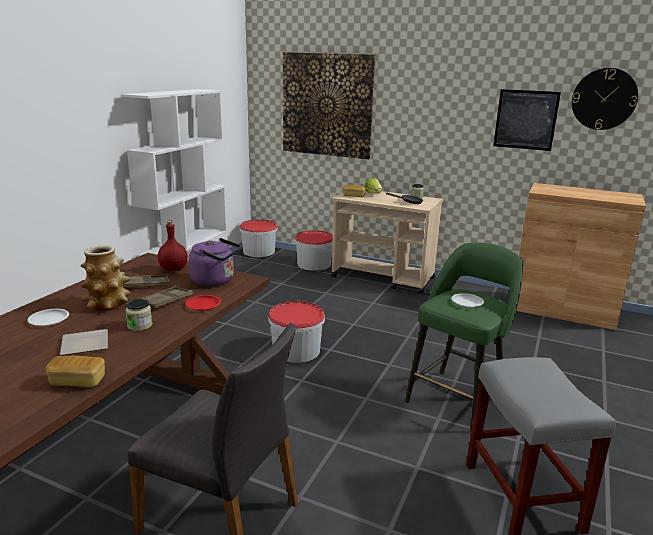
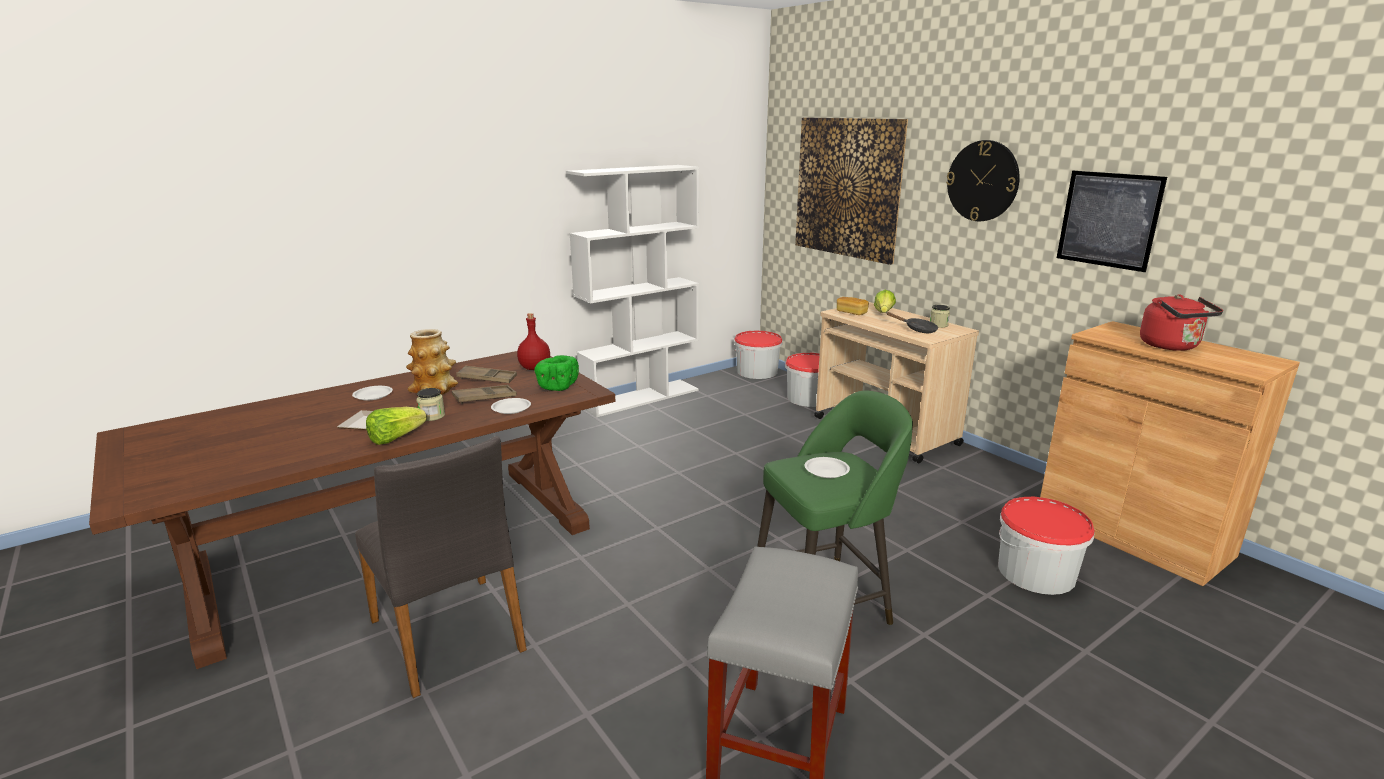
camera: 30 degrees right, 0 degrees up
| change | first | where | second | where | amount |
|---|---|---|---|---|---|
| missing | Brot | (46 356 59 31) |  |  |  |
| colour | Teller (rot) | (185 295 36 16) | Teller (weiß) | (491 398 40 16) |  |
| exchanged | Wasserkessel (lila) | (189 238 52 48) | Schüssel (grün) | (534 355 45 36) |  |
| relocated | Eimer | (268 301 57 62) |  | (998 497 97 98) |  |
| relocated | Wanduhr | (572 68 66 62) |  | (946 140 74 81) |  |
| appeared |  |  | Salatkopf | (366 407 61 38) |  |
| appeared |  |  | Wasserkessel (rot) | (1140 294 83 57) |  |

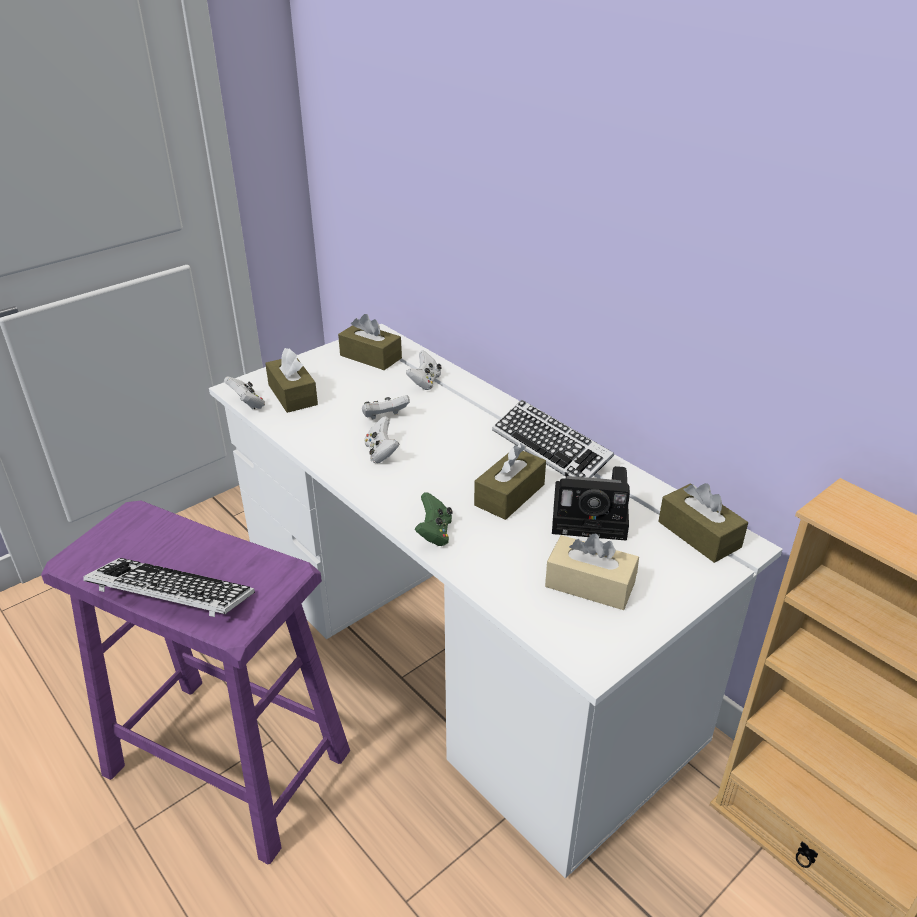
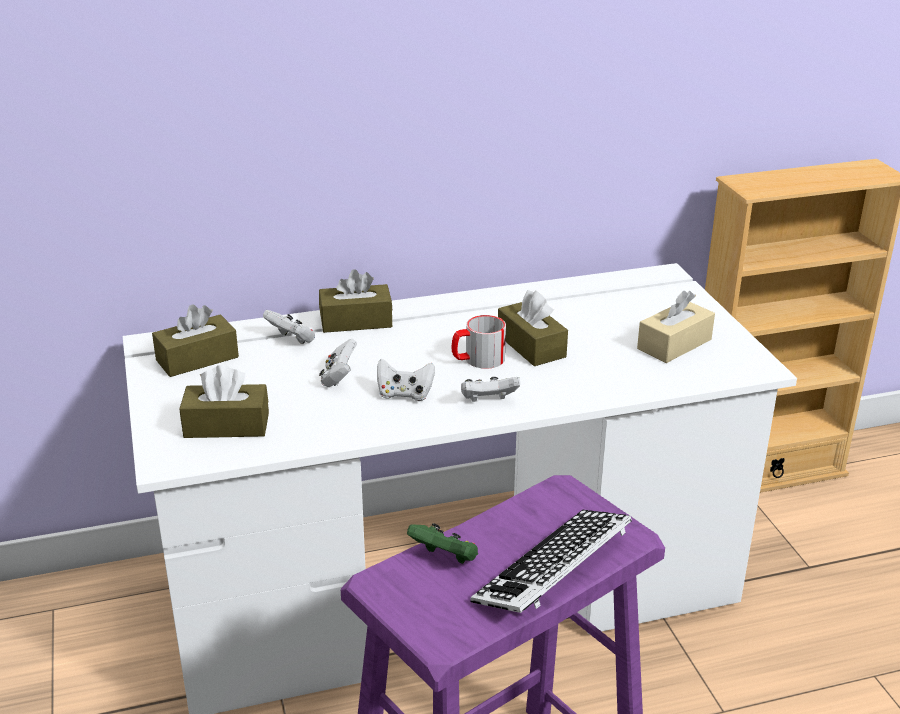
camera: 65 degrees left, 5 degrees down
| change | first | where | second | where | amount |
|---|---|---|---|---|---|
| relocated | Gamepad (weiß) | (224 376 41 33) |  | (461 377 59 25) |  |
| relocated | Gamepad (grün) | (415 492 38 54) |  | (407 523 71 41) |  |
| missing | Tastatur | (492 400 122 78) |  |  |  |
| missing | Kamera | (552 466 78 75) |  |  |  |
| relocated | Taschentuchbox (braun) | (658 483 90 80) |  | (319 269 74 64) |  |
| appeared |  |  | Henkelbecher | (452 315 54 54) |  |

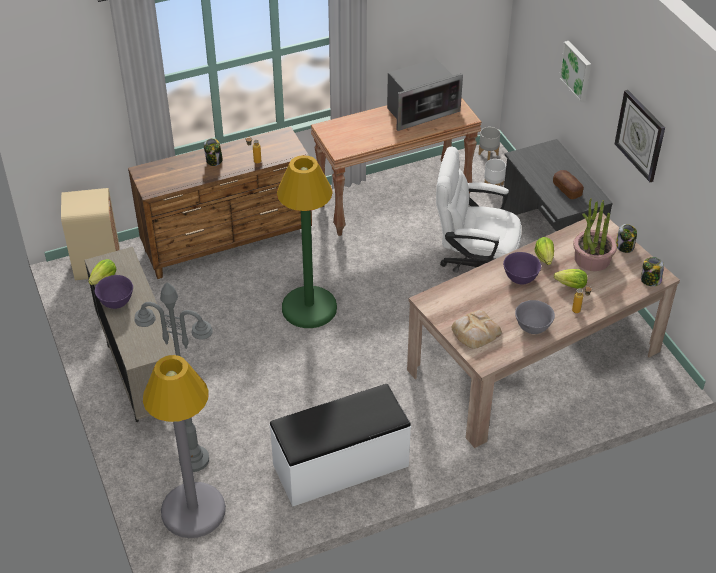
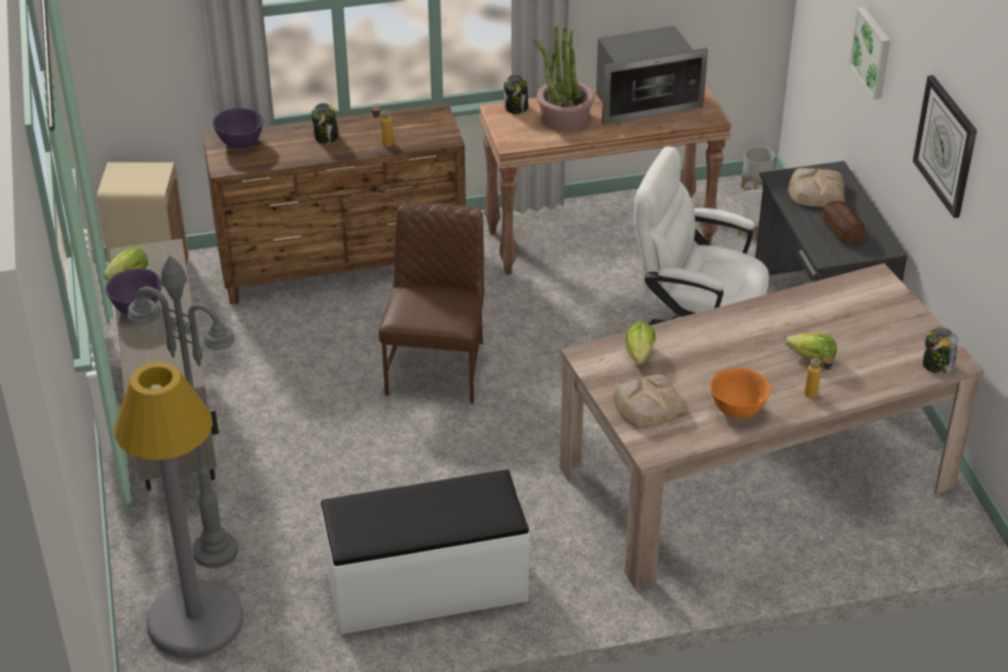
camera: 10 degrees right, 5 degrees down
| change | first | where | second | where | amount |
|---|---|---|---|---|---|
| exchanged | Stehlampe (grün) | (277 155 60 173) | Stuhl (braun) | (379 202 105 201) |  |
| relocated | Schüssel (lila) | (503 252 38 32) |  | (212 108 51 41) |  |
| colour | Schüssel (grau) | (515 300 40 34) | Schüssel (orange) | (710 368 61 51) |  |
| relocated | Salatkopf | (534 237 20 28) |  | (625 321 31 43) |  |
| relocated | Topfpflanze | (573 198 44 73) |  | (533 27 61 104) |  |
| relocated | Vorratsglas | (616 224 21 29) |  | (504 74 24 40) |  |
| appeared |  |  | Brot | (788 168 57 39) |  |

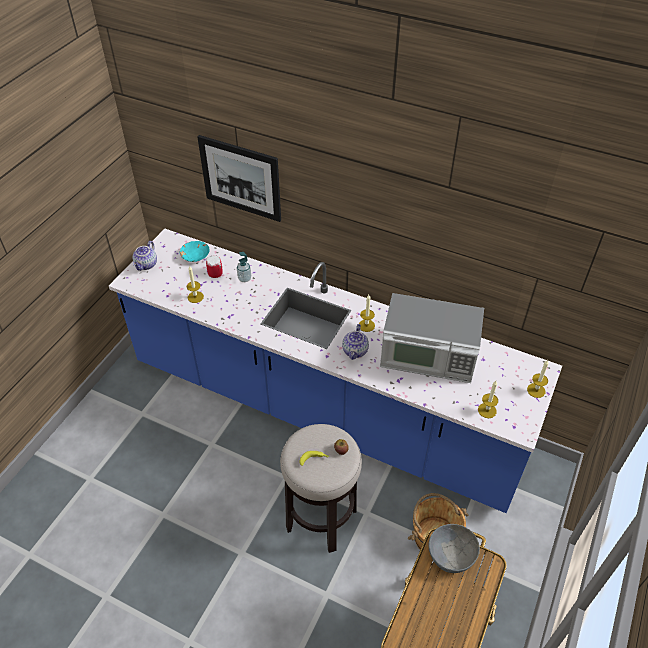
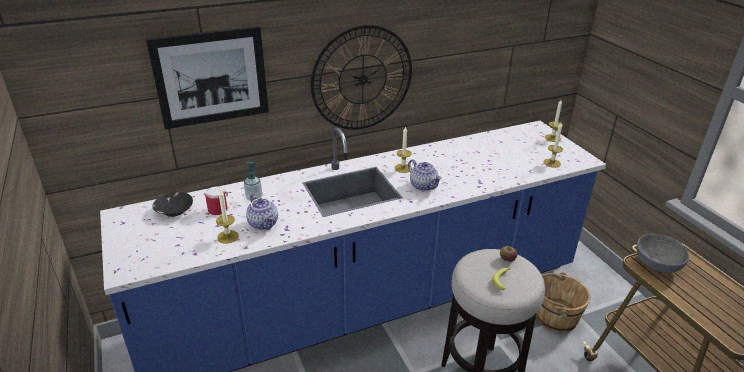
camera: 50 degrees left, 15 degrees down
| change | first | where | second | where | amount |
|---|---|---|---|---|---|
| relocated | Teekanne | (133 241 24 30) |  | (246 194 32 36) |  |
| colour | Schüssel (türkis) | (180 241 30 21) | Schüssel (schwarz) | (152 192 41 25) |  |
| missing | Mikrowelle | (380 293 104 90) |  |  |  |
| appeared |  |  | Wanduhr | (311 25 101 105) |  |

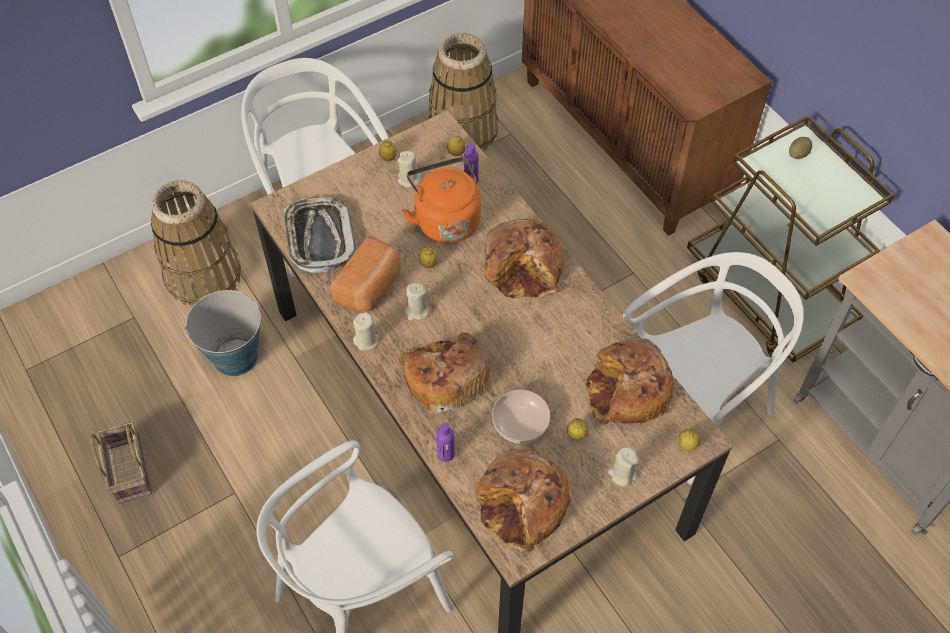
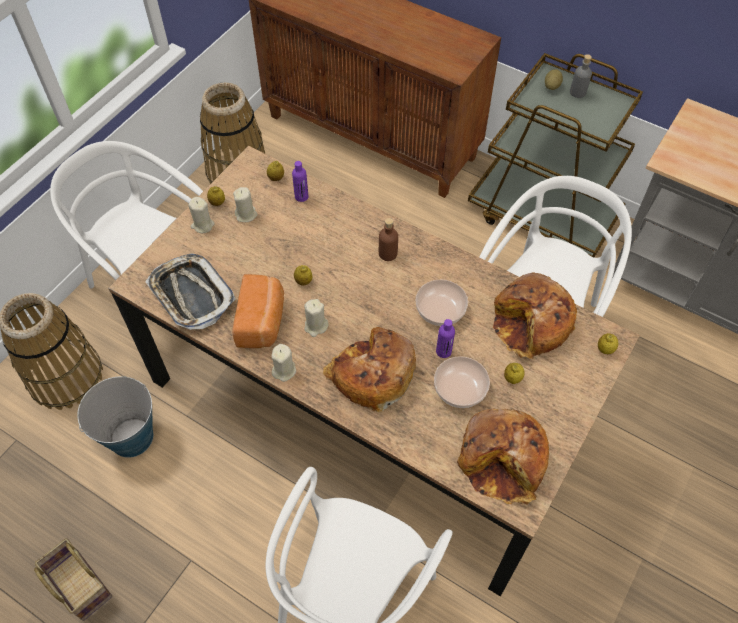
camera: 25 degrees left, 0 degrees up
| change | first | where | second | where | amount |
|---|---|---|---|---|---|
| missing | Wasserkessel (orange) | (402 157 79 86) |  |  |  |
| relocated | Flasche (lila) | (436 423 19 39) |  | (436 319 19 39) |  |
| exchanged | Brot | (484 219 79 81) | Flasche (braun) | (379 218 19 43) |  |
| relocated | Kerze (beige) | (608 447 31 40) |  | (189 197 26 36) |  |
| appeared |  |  | Schüssel | (416 280 52 46) |  |
| appeared |  |  | Flasche (grau) | (570 54 22 44) |  |

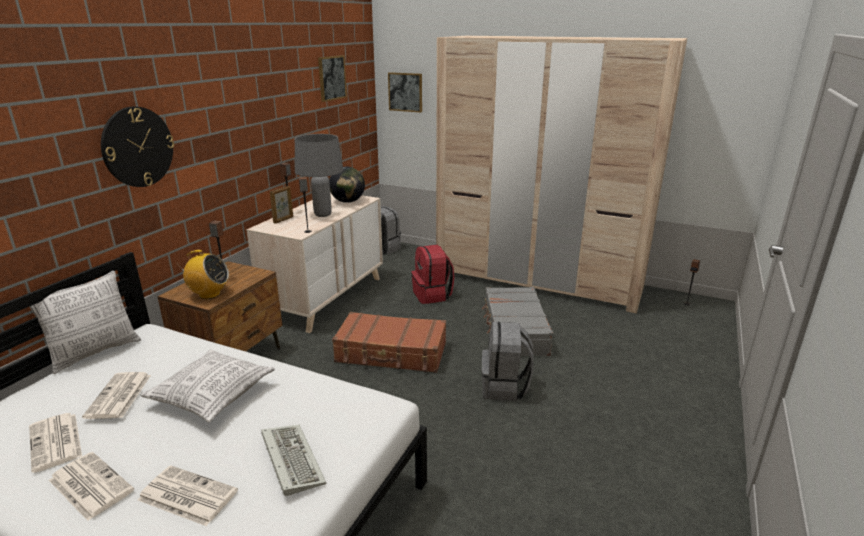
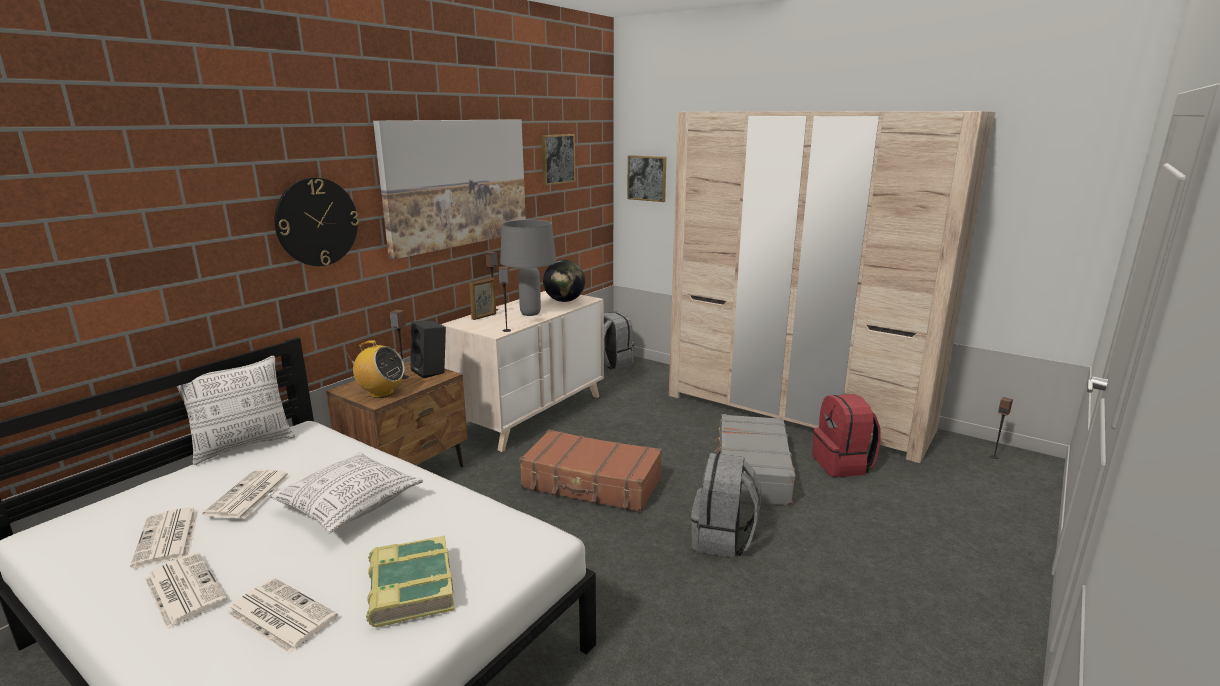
camera: 10 degrees right, 5 degrees down
| change | first | where | second | where | amount |
|---|---|---|---|---|---|
| exchanged | Tastatur | (261 425 65 71) | Buch | (366 536 88 92) |  |
| relocated | Rucksack (rot) | (411 245 43 59) |  | (812 394 68 83) |  |
| appeared |  |  | Bild | (373 119 153 140) |  |
| appeared |  |  | Lautsprecher (schwarz) | (410 320 36 58) |  |

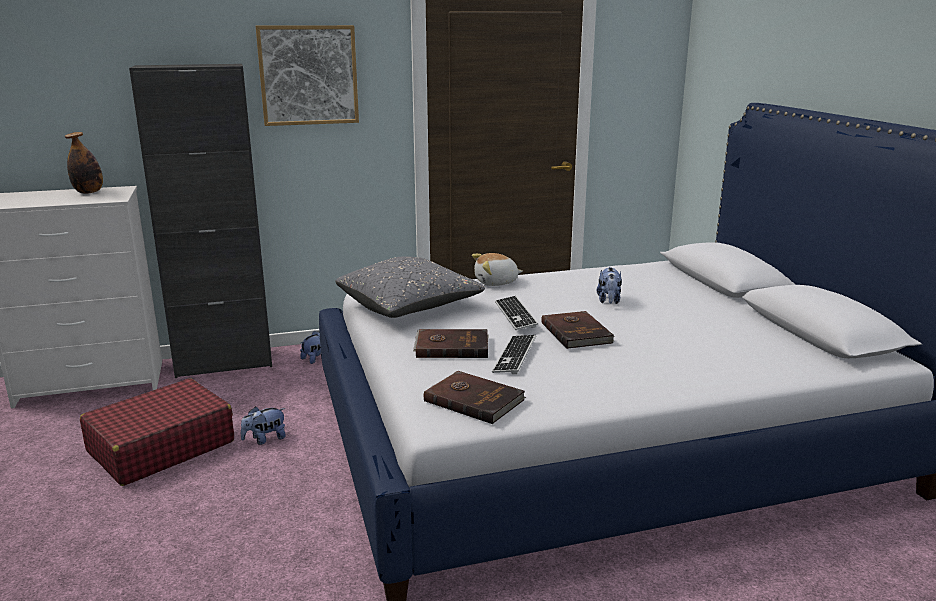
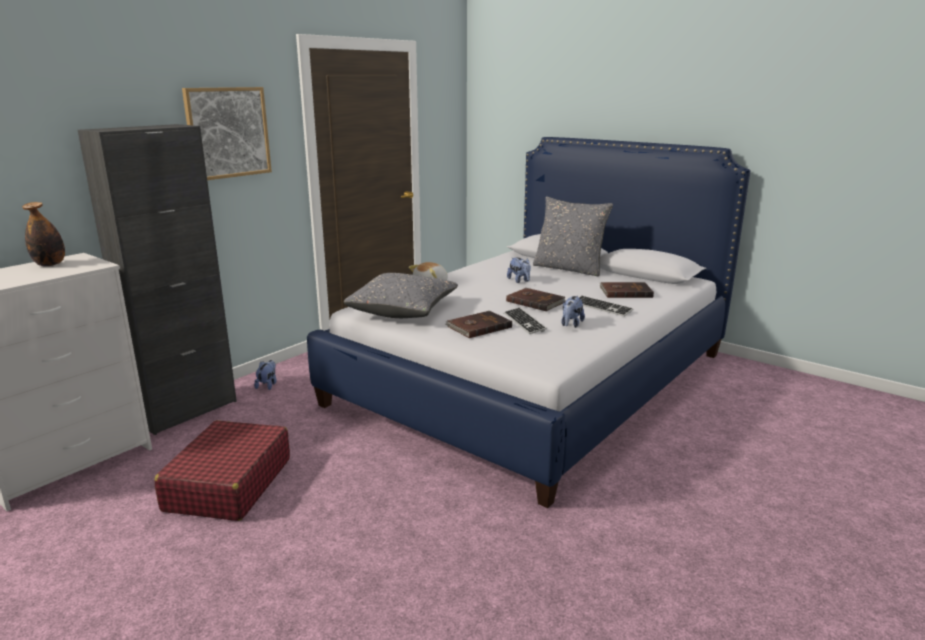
camera: 35 degrees left, 0 degrees up
| change | first | where | second | where | amount |
|---|---|---|---|---|---|
| relocated | Plüschtier | (241 407 45 38) |  | (561 296 24 32) |  |
| relocated | Buch (braun) | (424 371 102 53) |  | (600 282 54 16) |  |
| relocated | Tastatur | (495 296 43 34) |  | (579 296 54 21) |  |
| appeared |  |  | Kissen (grau) | (533 196 80 81) |  |

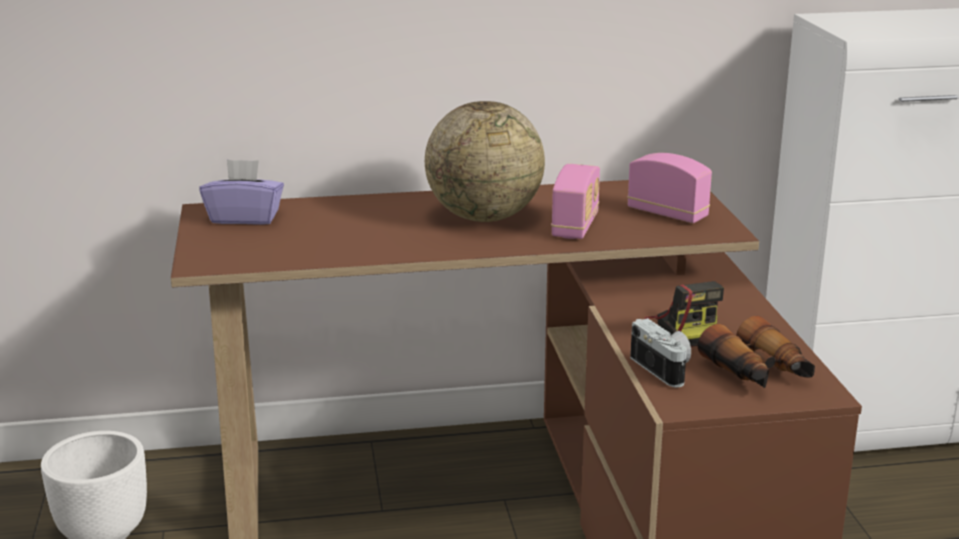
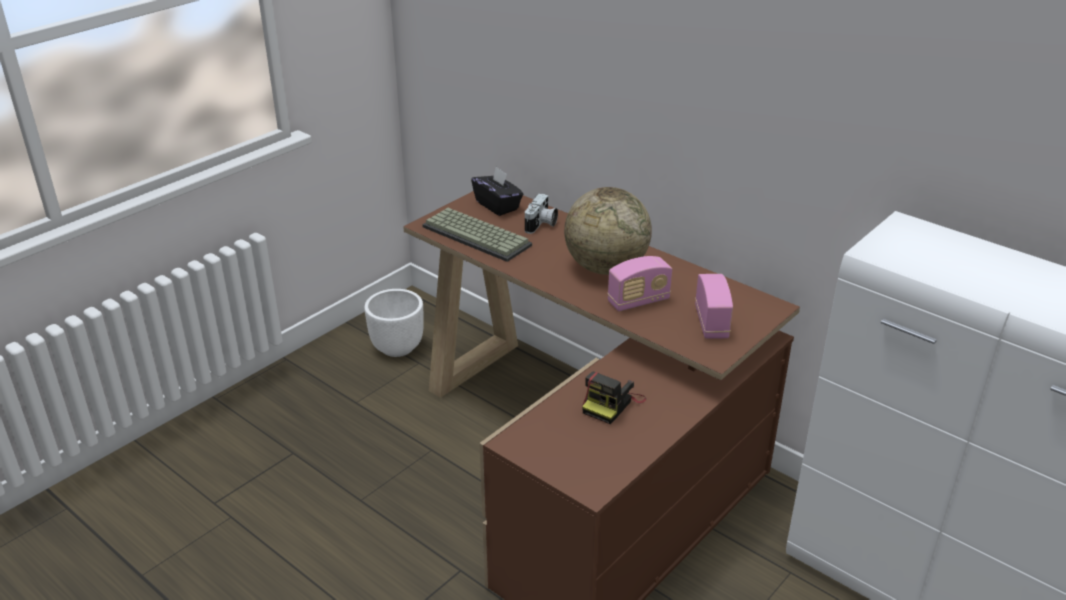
camera: 50 degrees right, 10 degrees up
| change | first | where | second | where | amount |
|---|---|---|---|---|---|
| colour | Taschentuchbox (lila) | (199 159 85 66) | Taschentuchbox (schwarz) | (471 167 52 49) |  |
| relocated | Kamera | (630 318 61 69) |  | (525 193 33 41) |  |
| missing | Fernglas | (698 316 117 72) |  |  |  |
| appeared |  |  | Tastatur | (422 208 110 54) |  |

